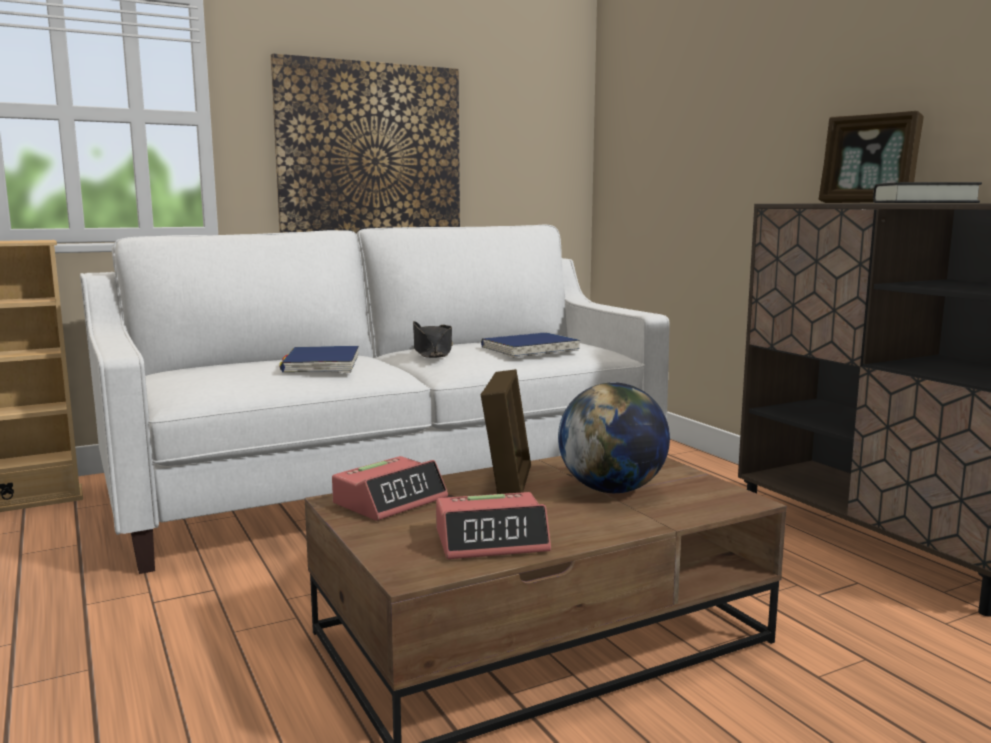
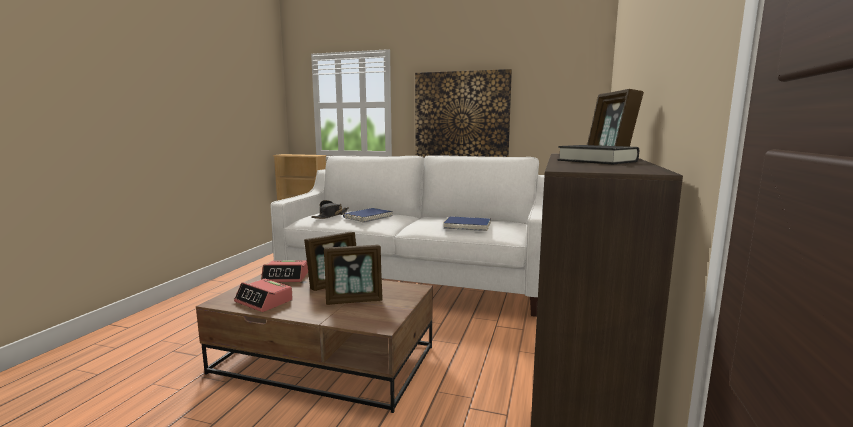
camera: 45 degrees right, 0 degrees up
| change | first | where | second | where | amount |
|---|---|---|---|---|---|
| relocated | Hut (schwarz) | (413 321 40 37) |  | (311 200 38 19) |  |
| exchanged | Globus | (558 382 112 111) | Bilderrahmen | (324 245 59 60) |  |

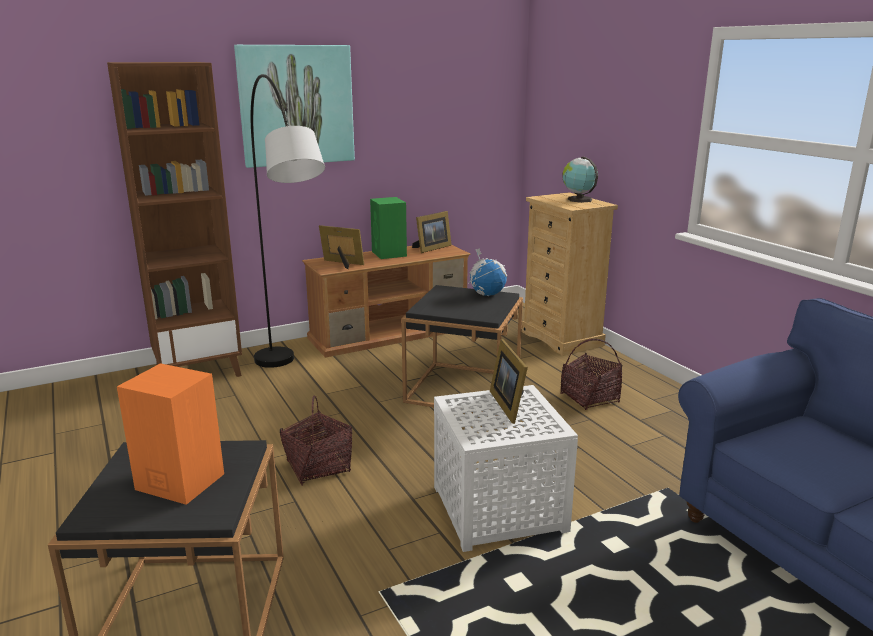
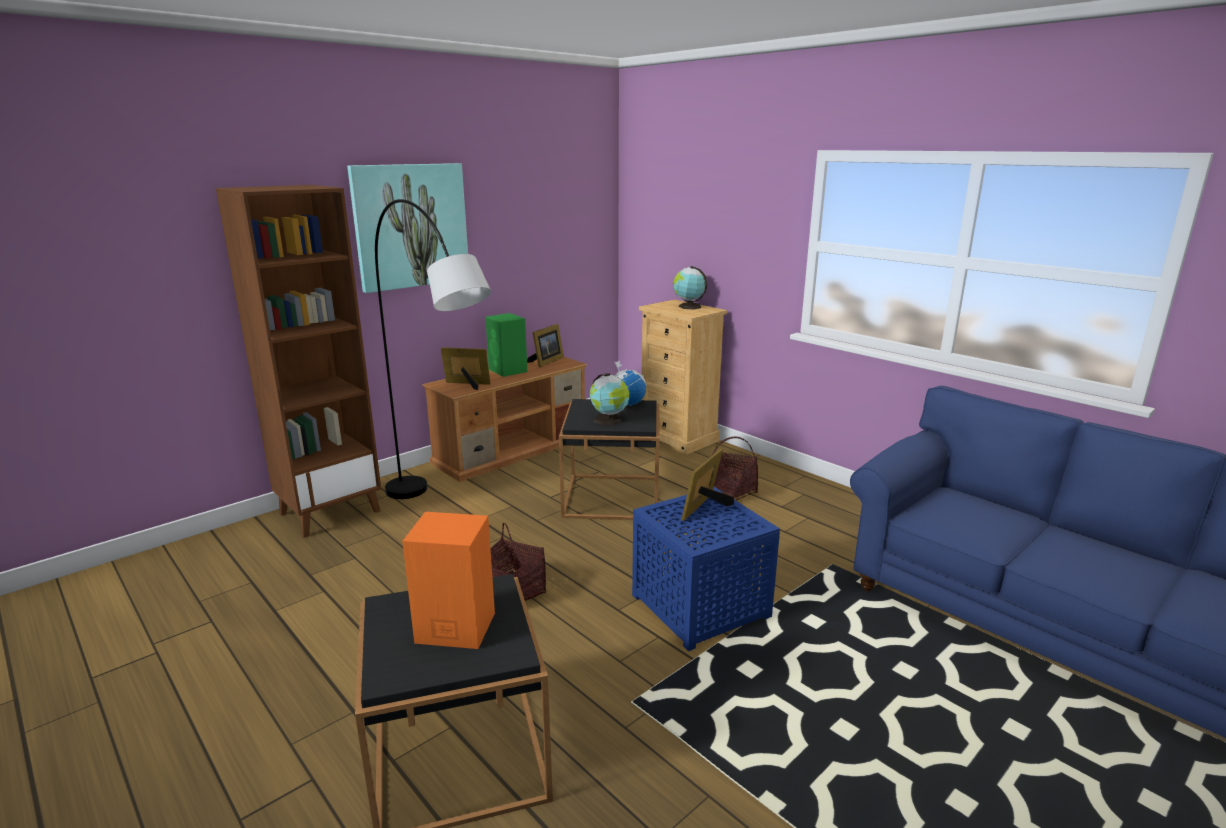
camera: 15 degrees left, 0 degrees up
| change | first | where | second | where | amount |
|---|---|---|---|---|---|
| colour | Beistelltisch (weiß) | (434 385 144 167) | Beistelltisch (blau) | (632 487 148 164) |  |
| spun | Bilderrahmen | (490 339 38 85) |  | (681 449 53 72) | 60 degrees clockwise |
| appeared |  |  | Globus | (590 373 39 52) |  |

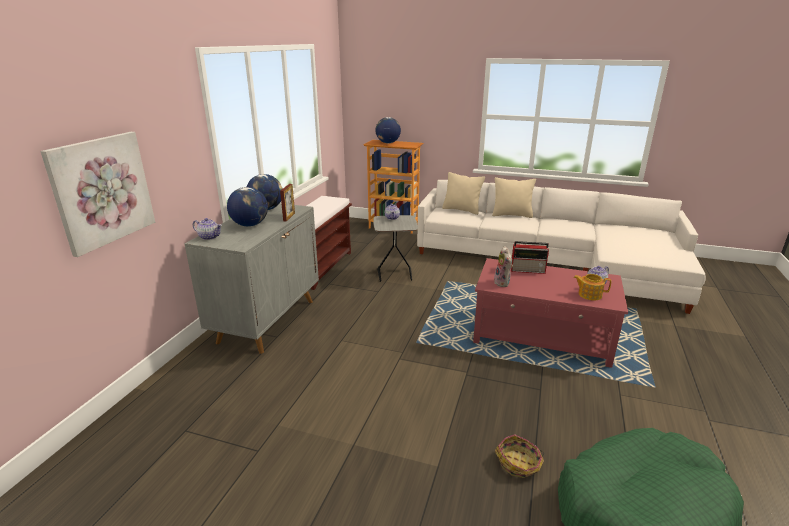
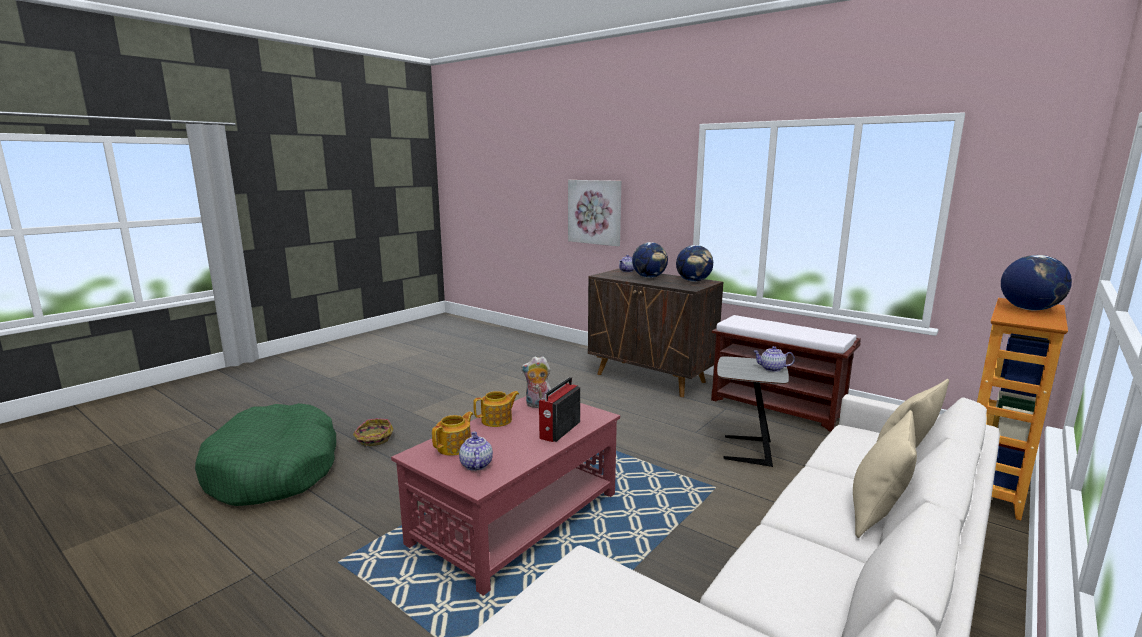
camera: 110 degrees right, 10 degrees down
| change | first | where | second | where | amount |
|---|---|---|---|---|---|
| colour | Schrank (grau) | (185 203 134 151) | Schrank (braun) | (588 268 135 129) |  |
| missing | Bilderrahmen | (280 184 15 38) |  |  |  |
| appeared |  |  | Teekanne | (473 391 46 36) |  |

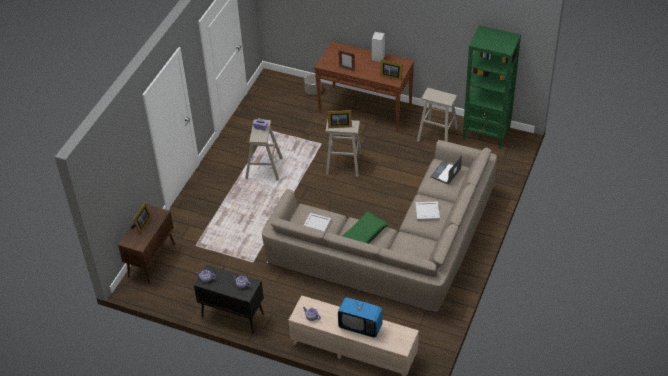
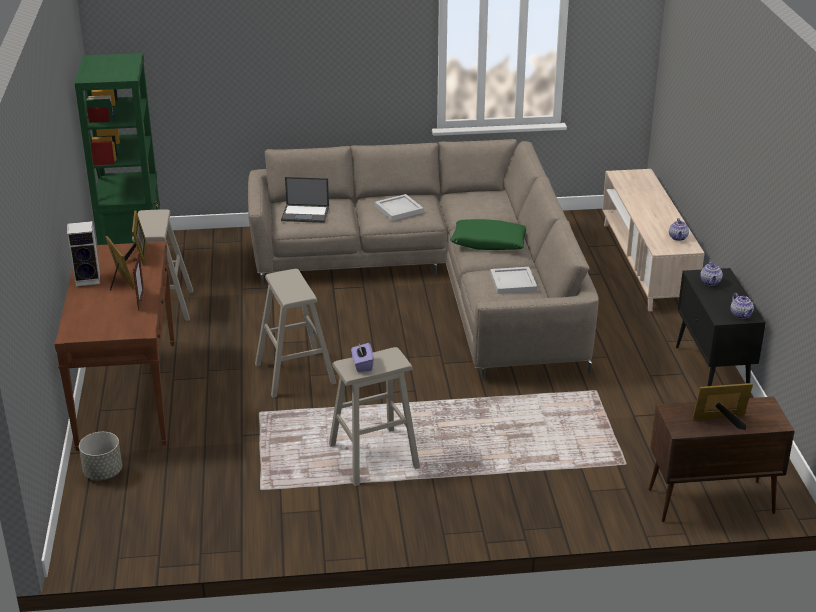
camera: 120 degrees left, 15 degrees down
| change | first | where | second | where | amount |
|---|---|---|---|---|---|
| relocated | Bilderrahmen | (328 110 24 18) |  | (105 236 29 55) |  |
| missing | Fernseher | (338 297 45 41) |  |  |  |

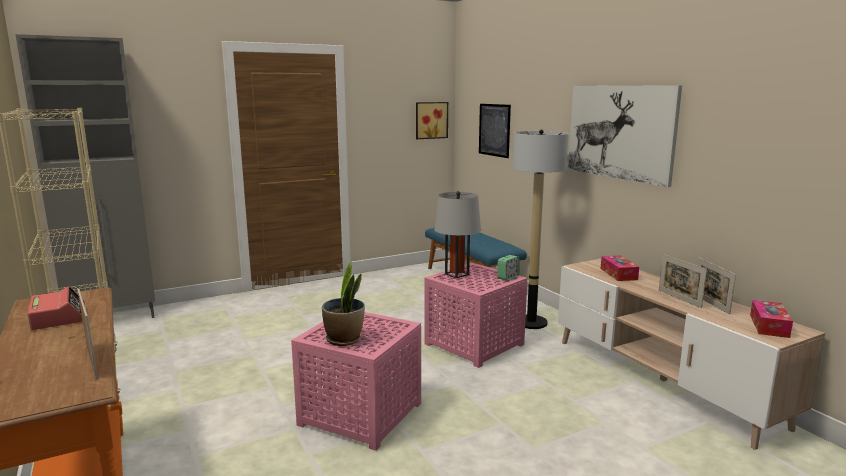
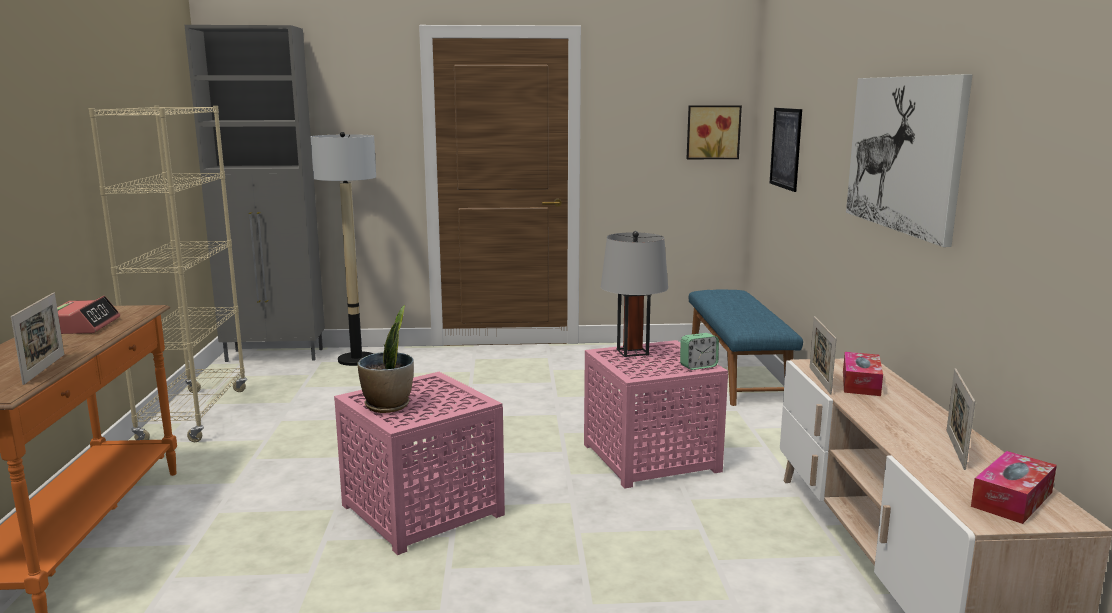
camera: 25 degrees right, 0 degrees up
| change | first | where | second | where | amount |
|---|---|---|---|---|---|
| relocated | Stehlampe | (513 129 56 200) |  | (311 132 65 234) |  |
| relocated | Bilderrahmen | (659 254 48 54) |  | (810 316 27 78) |  |

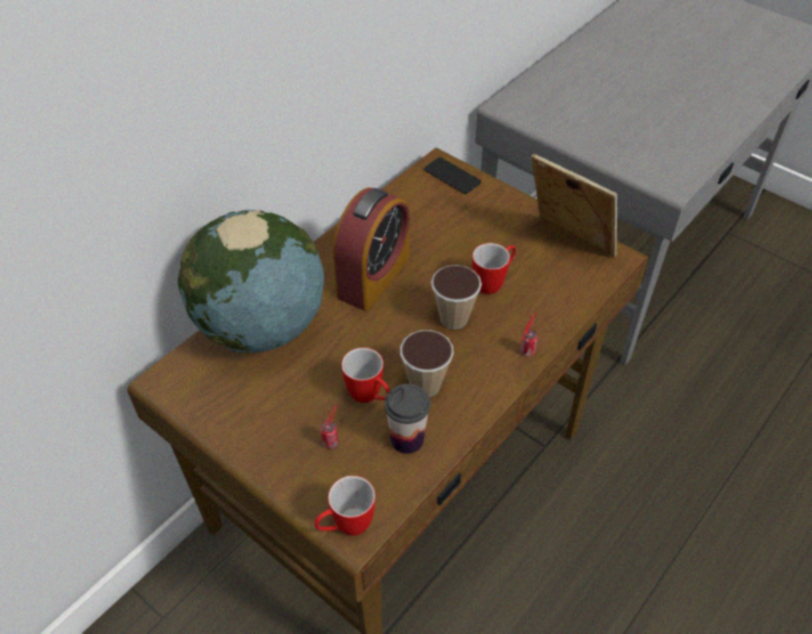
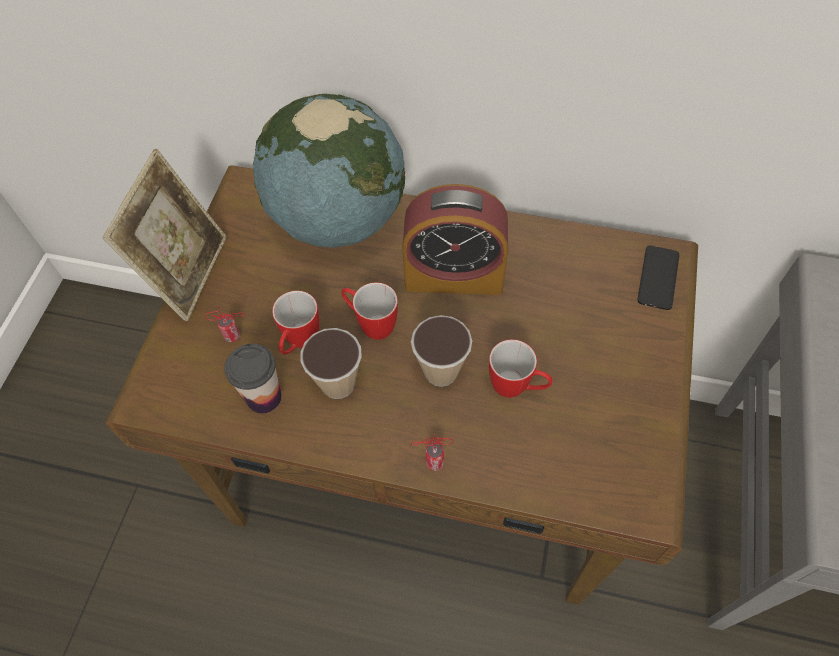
camera: 65 degrees right, 10 degrees up
| change | first | where | second | where | amount |
|---|---|---|---|---|---|
| relocated | Henkelbecher | (314 476 61 60) |  | (341 282 57 58) |  |
| relocated | Bilderrahmen | (532 154 85 103) |  | (102 149 125 172) |  |

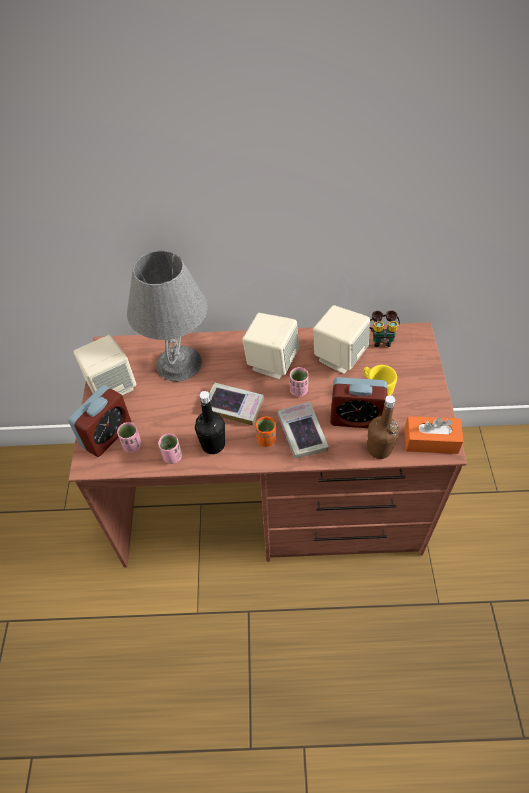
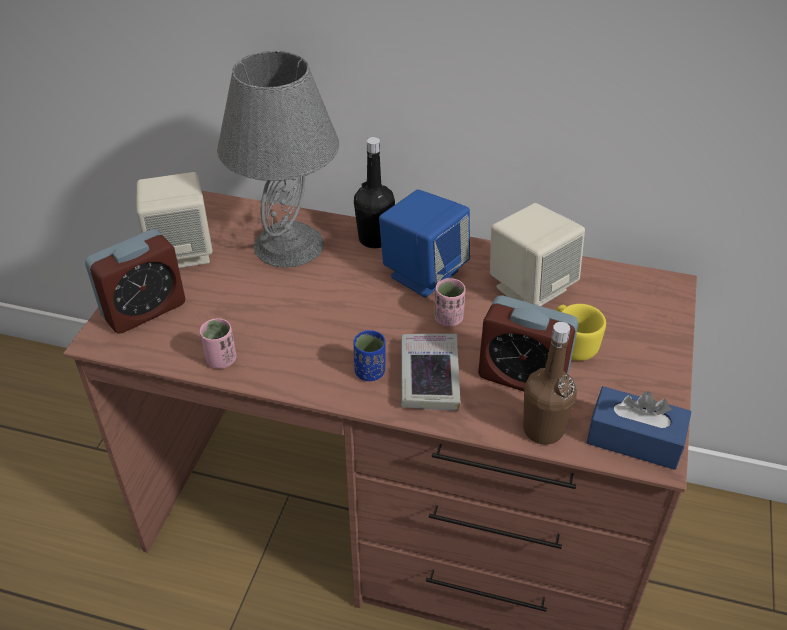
camera: 15 degrees right, 10 degrees down
| change | first | where | second | where | amount |
|---|---|---|---|---|---|
| missing | Tasse (rosa) | (117 422 24 30) |  |  |  |
| relocated | Flasche (schwarz) | (195 391 30 63) |  | (354 137 41 111) |  |
| missing | Buch | (209 383 55 43) |  |  |  |
| colour | Lautsprecher (beige) | (242 313 57 66) | Lautsprecher (blau) | (379 190 91 108) |  |
| colour | Tasse (orange) | (256 417 20 30) | Tasse (blau) | (353 330 33 51) |  |
| missing | Fernglas | (370 310 30 37) |  |  |  |
| colour | Taschentuchbox (orange) | (404 416 60 38) | Taschentuchbox (blau) | (587 386 104 84) |  |

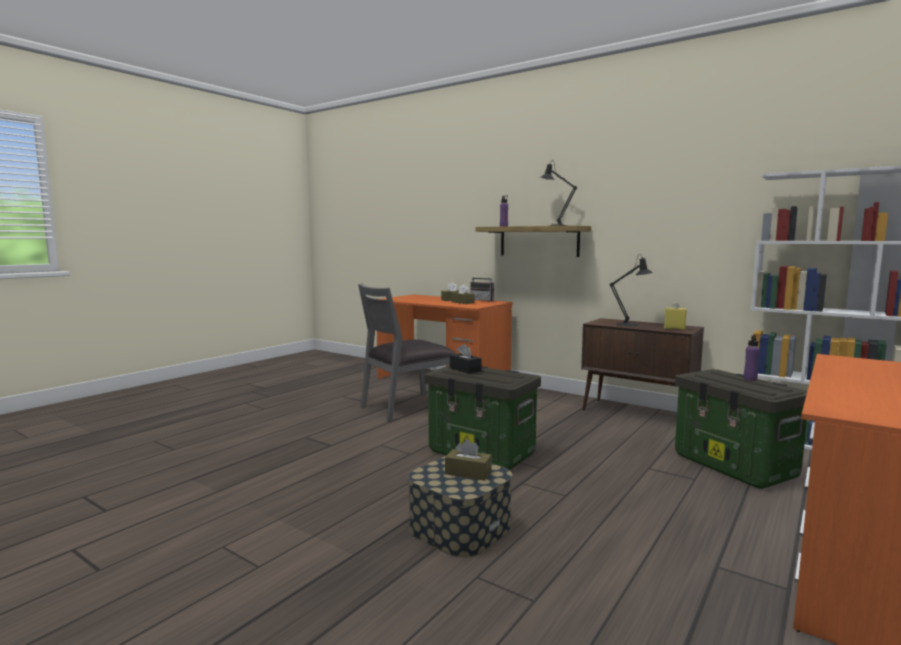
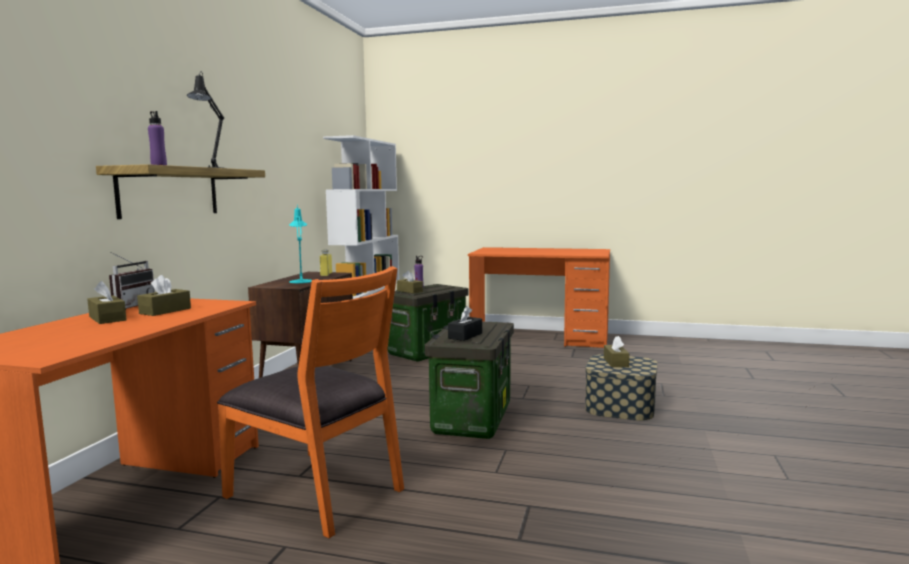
camera: 110 degrees left, 0 degrees up
| change | first | where | second | where | amount |
|---|---|---|---|---|---|
| colour | Stuhl (grau) | (358 283 98 140) | Stuhl (orange) | (217 266 187 272) |  |
| colour | Tischlampe (schwarz) | (610 254 43 72) | Tischlampe (türkis) | (289 204 23 79) |  |
| appeared |  |  | Taschentuchbox (braun) | (397 271 26 23) |  |

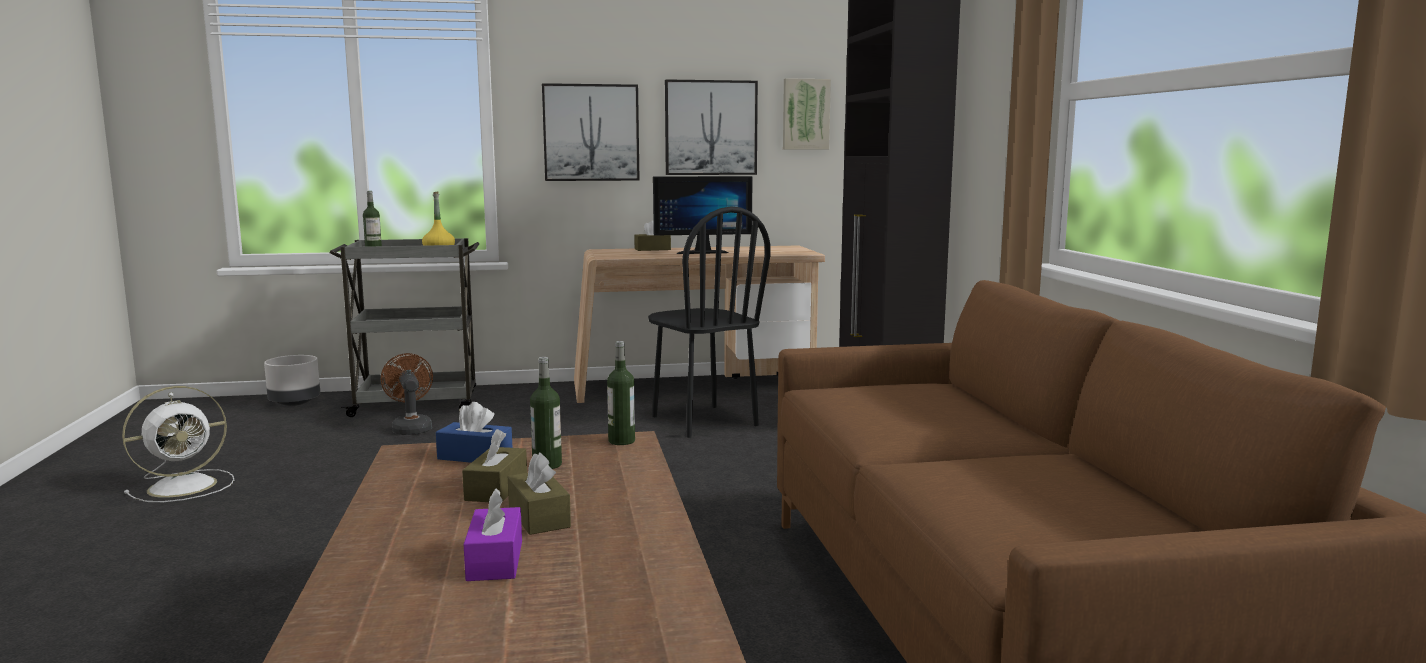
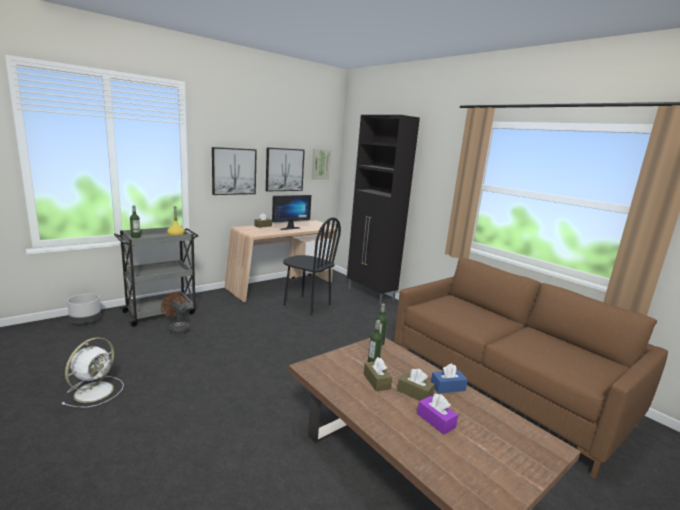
camera: 30 degrees left, 5 degrees up
| change | first | where | second | where | amount |
|---|---|---|---|---|---|
| relocated | Taschentuchbox (blau) | (436 402 77 61) |  | (431 363 37 30) |  |

